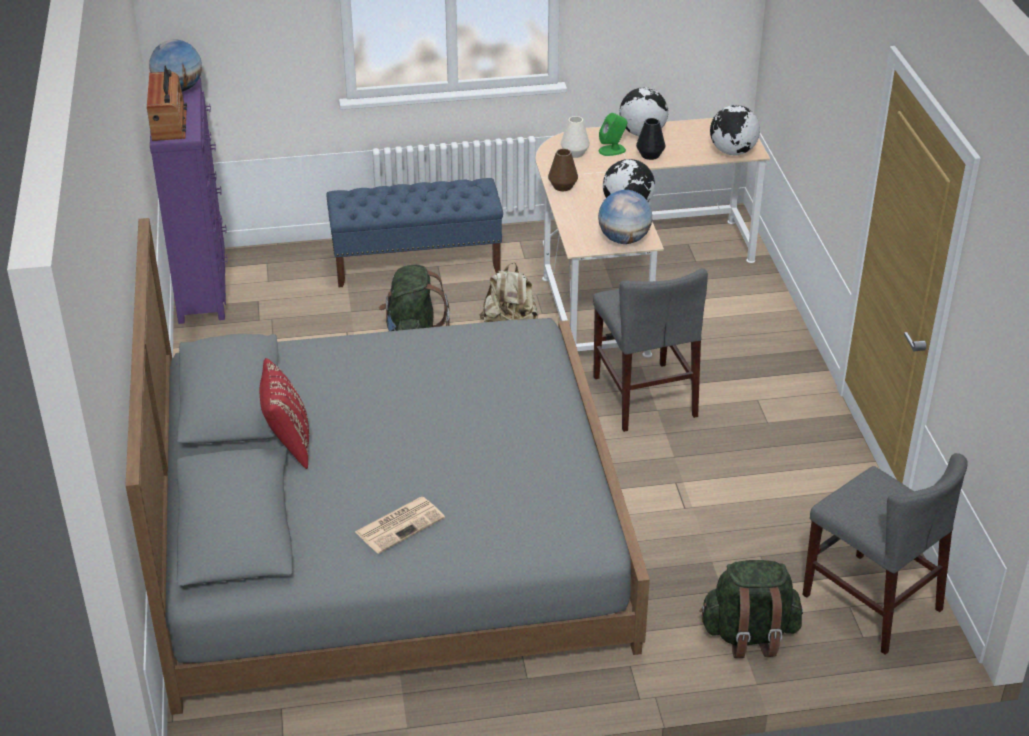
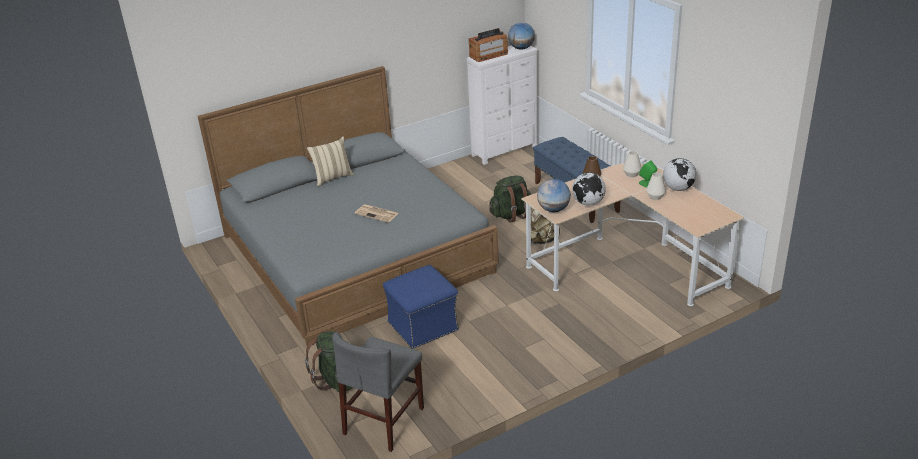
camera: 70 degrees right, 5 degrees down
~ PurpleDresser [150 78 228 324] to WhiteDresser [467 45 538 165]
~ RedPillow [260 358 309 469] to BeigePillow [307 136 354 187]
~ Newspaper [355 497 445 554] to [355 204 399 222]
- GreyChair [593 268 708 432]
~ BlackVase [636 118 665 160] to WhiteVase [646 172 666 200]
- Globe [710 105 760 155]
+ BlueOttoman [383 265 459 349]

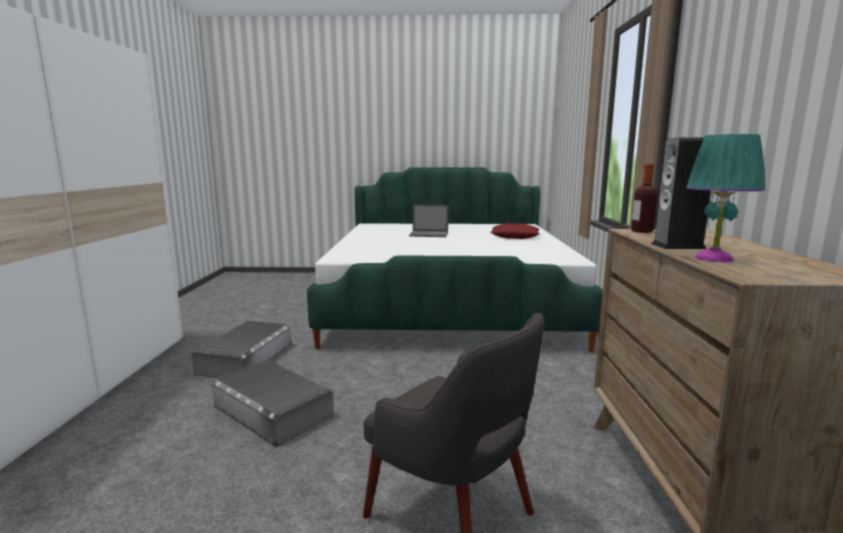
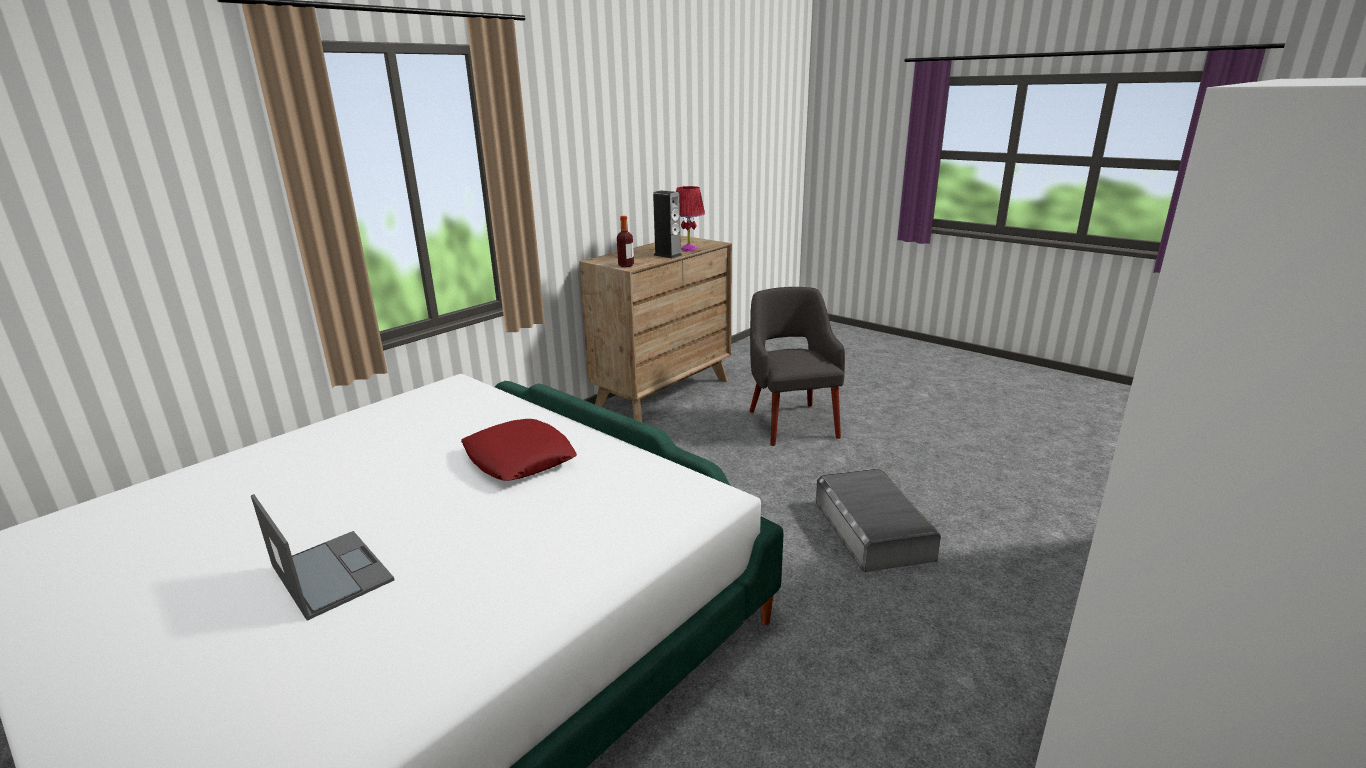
camera: 140 degrees left, 10 degrees up
- GreyStorageBox [192 321 291 378]
~ RedPillow [490 223 540 239] to [461 419 577 481]
~ TurquoiseTableLamp [686 134 765 262] to RedTableLamp [676 186 705 251]

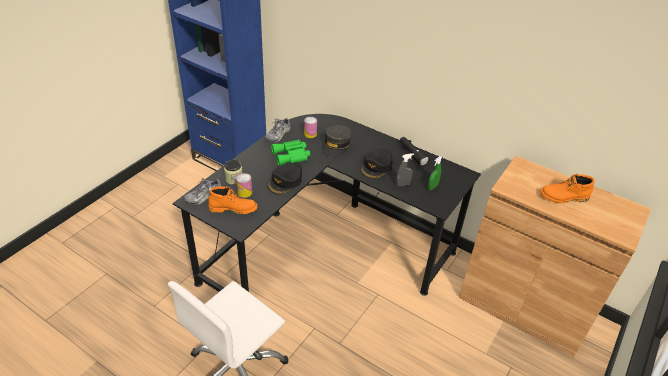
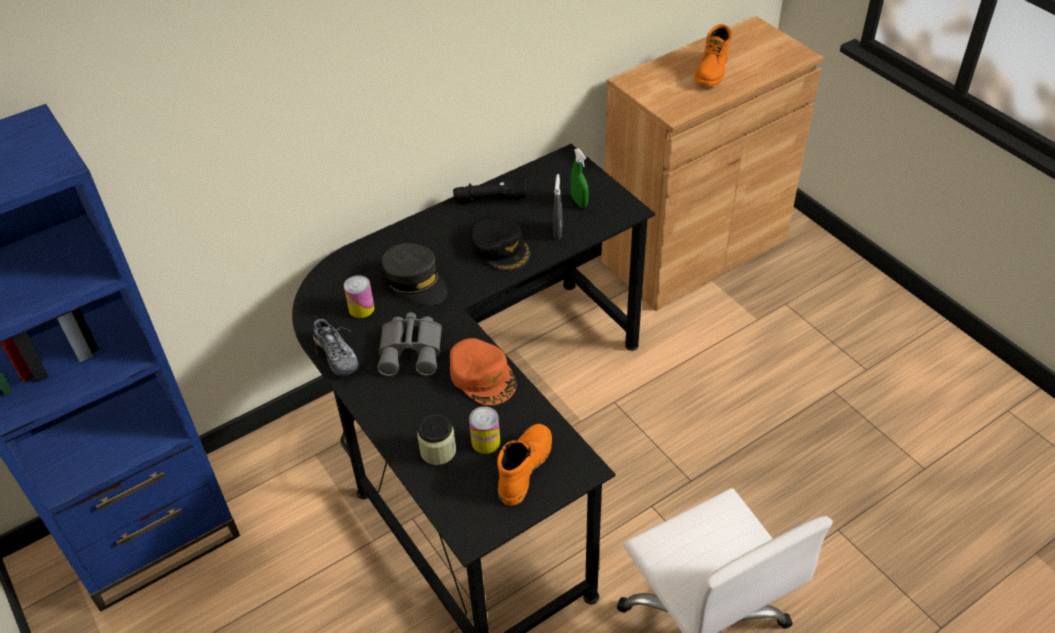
camera: 65 degrees left, 5 degrees up
- Shoe [183 178 221 205]
~ BlackCap [267 163 302 195] to OrangeCap [450 338 516 405]
~ GreenBinoculars [271 140 310 166] to GreyBinoculars [377 312 442 376]

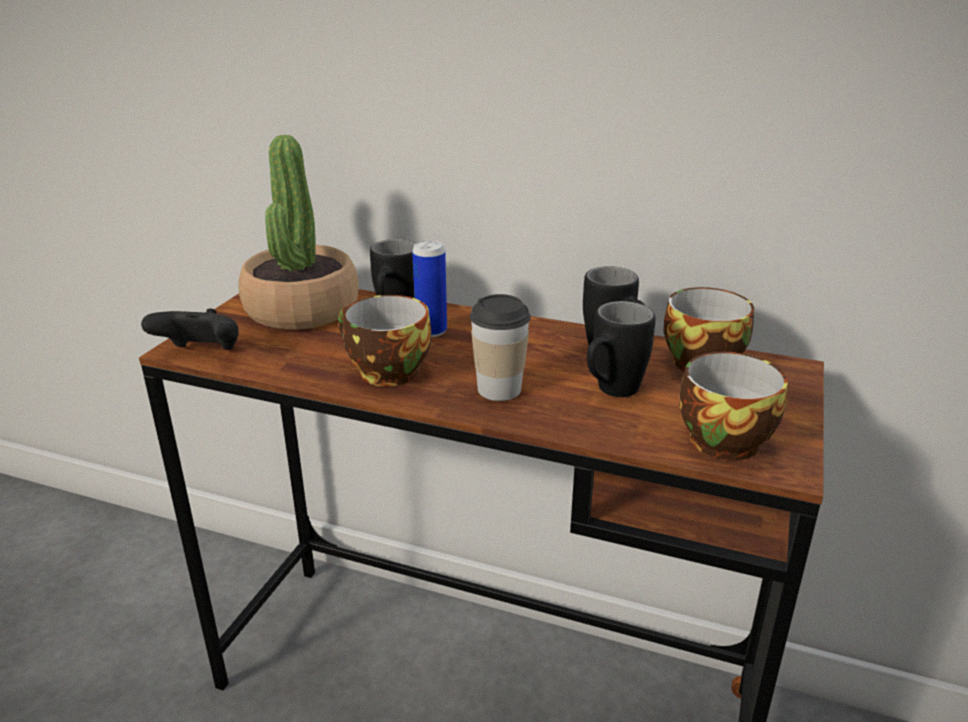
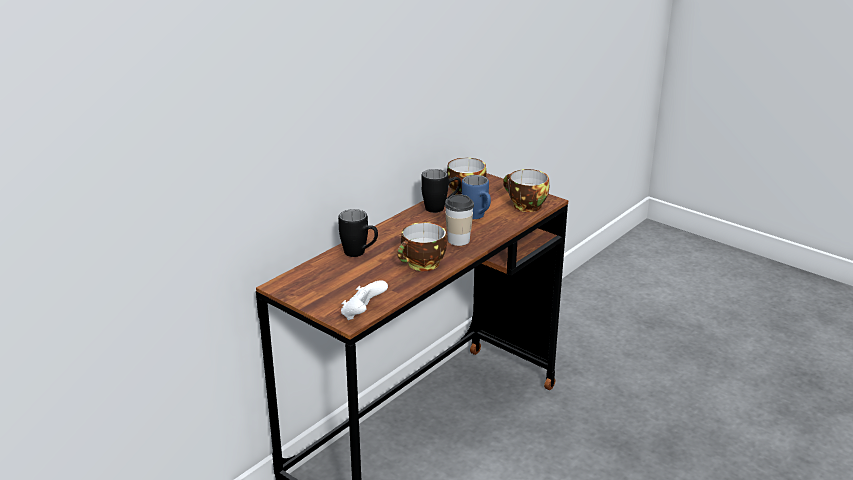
camera: 70 degrees left, 0 degrees up
~ BlackGameController [141 308 239 350] to WhiteGameController [341 280 388 320]
- PottedPlant [238 135 359 330]
- Can [412 240 447 337]
~ BlackMug [587 301 655 397] to BlueMug [462 175 491 219]

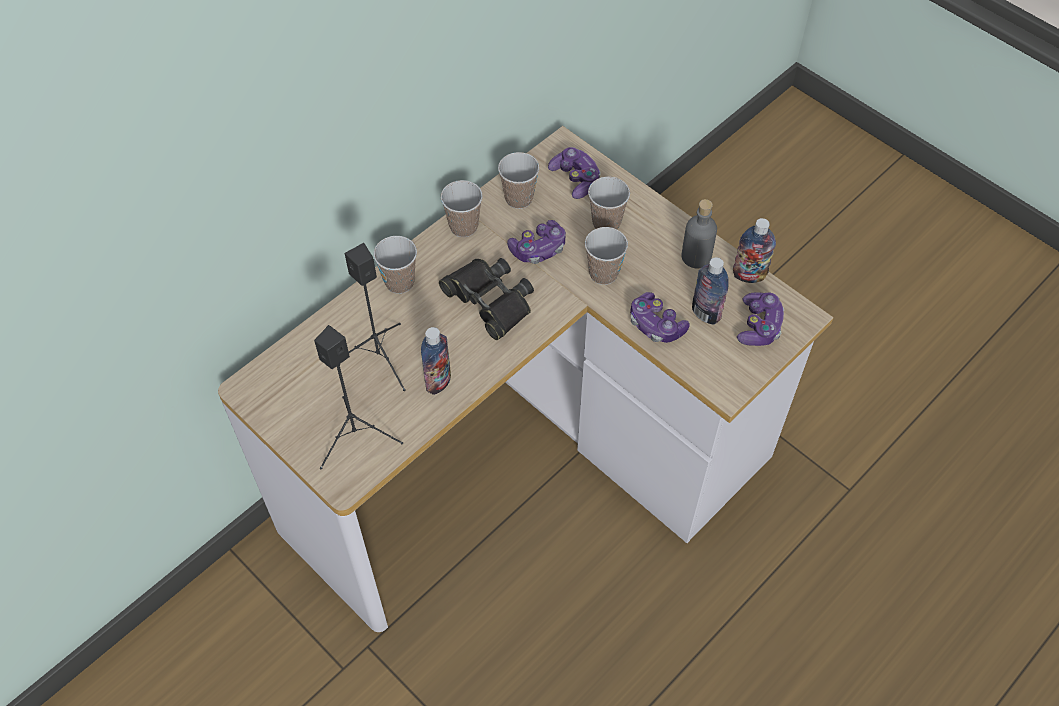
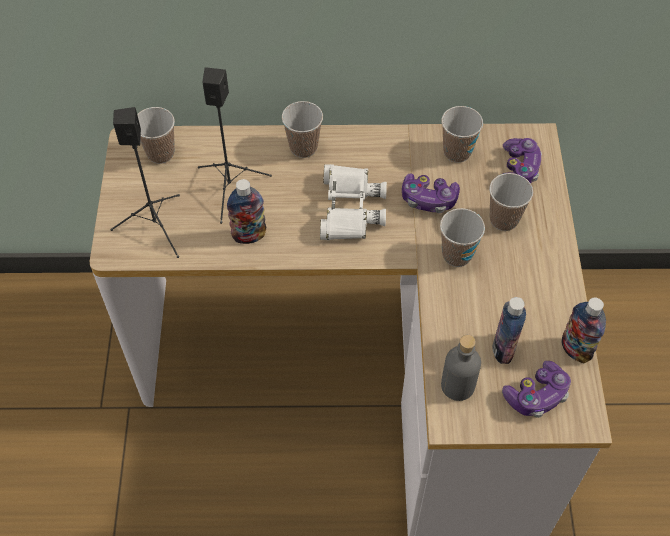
camera: 45 degrees right, 0 degrees up
~ BlackBinoculars [439 258 534 340] to WhiteBinoculars [320 164 387 240]
~ Cup [441 180 483 237] to [137 107 175 164]
- GameController [630 292 690 343]
~ GreyBottle [682 199 717 268] to [441 335 481 401]

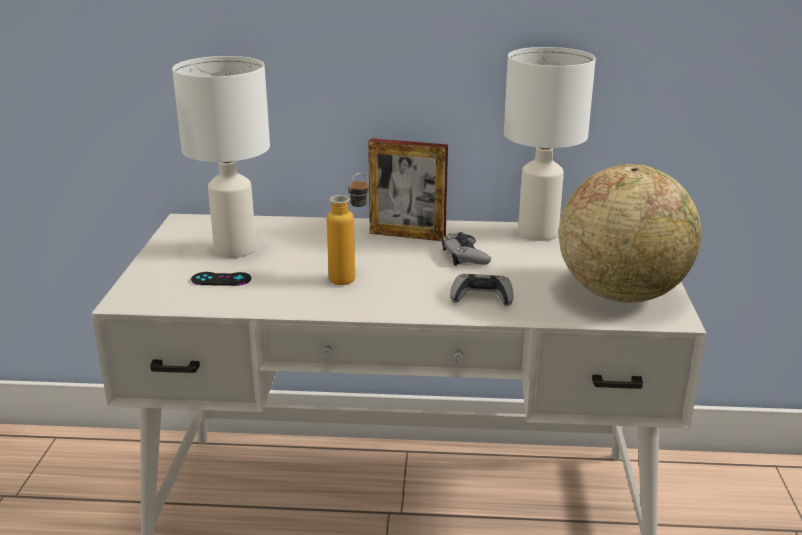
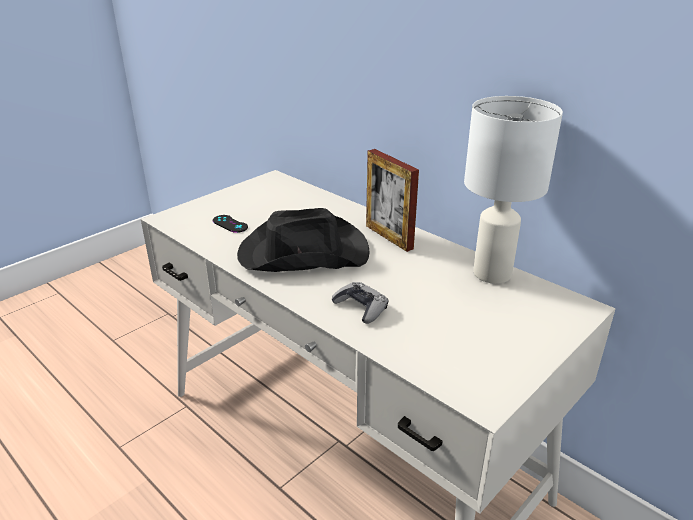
camera: 40 degrees right, 5 degrees up
- WhiteTableLamp [172 56 270 258]
~ Bottle [327 173 368 285] to BlackHat [237 208 370 272]
- GreyGameController [442 232 491 265]
- Globe [559 164 701 303]

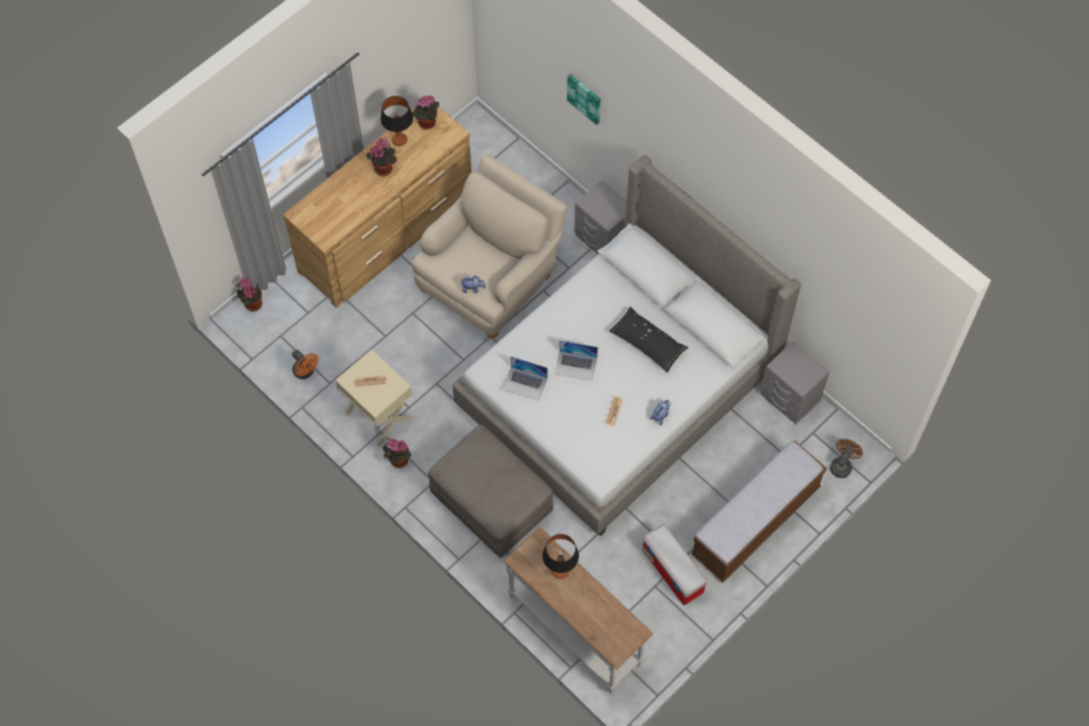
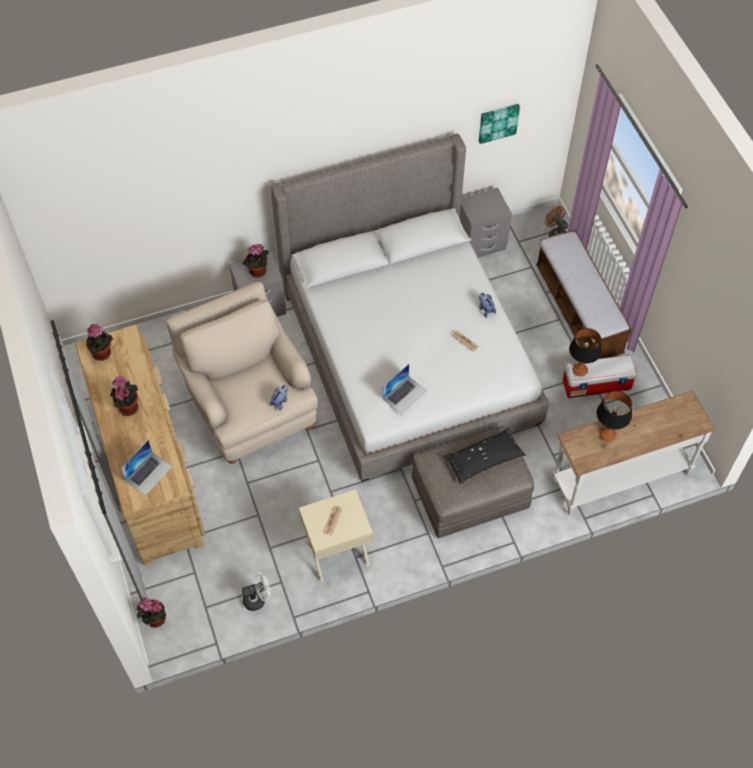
camera: 65 degrees left, 5 degrees down
~ OrangeFan [292 350 319 379] to WhiteFan [242 572 270 611]
~ TableLamp [380 96 413 146] to [569 328 602 376]
~ PottedPlant [382 438 411 468] to [243 244 269 278]
~ Laptop [555 340 598 381] to [120 440 173 496]
~ Picture [567 74 601 125] to [479 104 520 144]
~ BlackPillow [609 307 689 373] to [444 428 526 485]

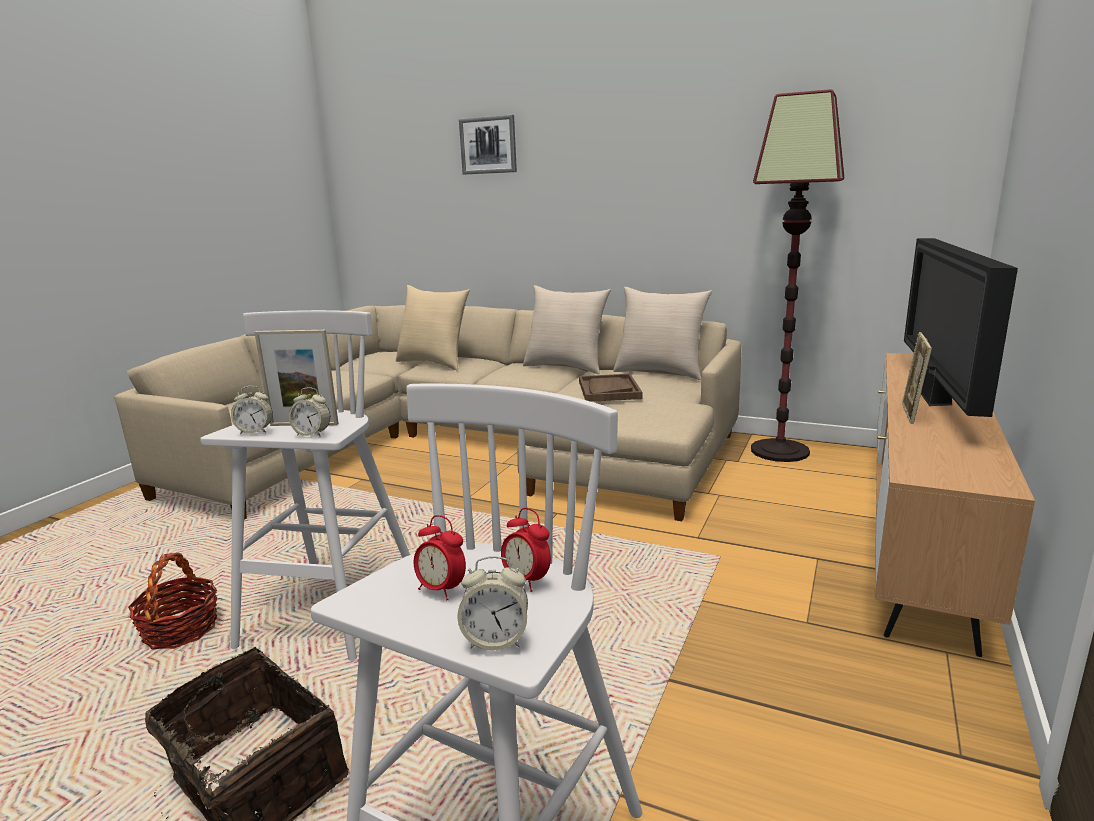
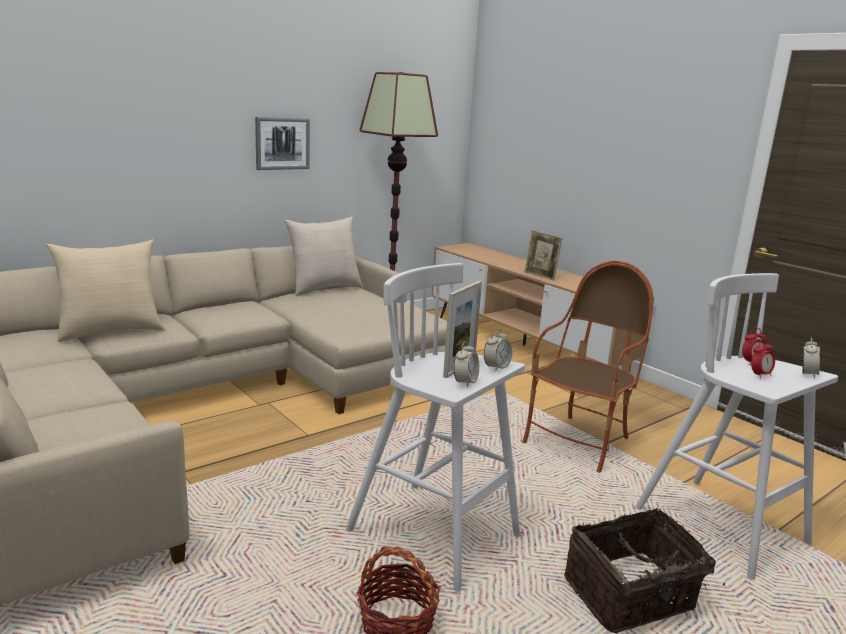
camera: 65 degrees left, 0 degrees up
~ Picture [459 115 517 175] to [255 117 310 170]
- BeigePillow [523 285 611 374]
- BrownTray [579 374 642 402]
- Television [904 238 1018 417]
+ Armchair [522 261 653 473]

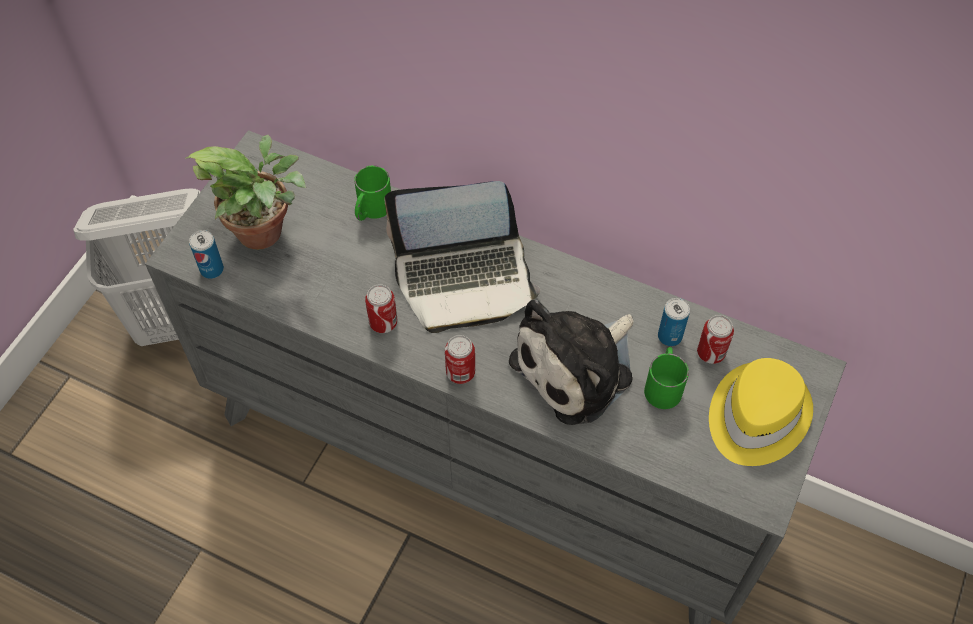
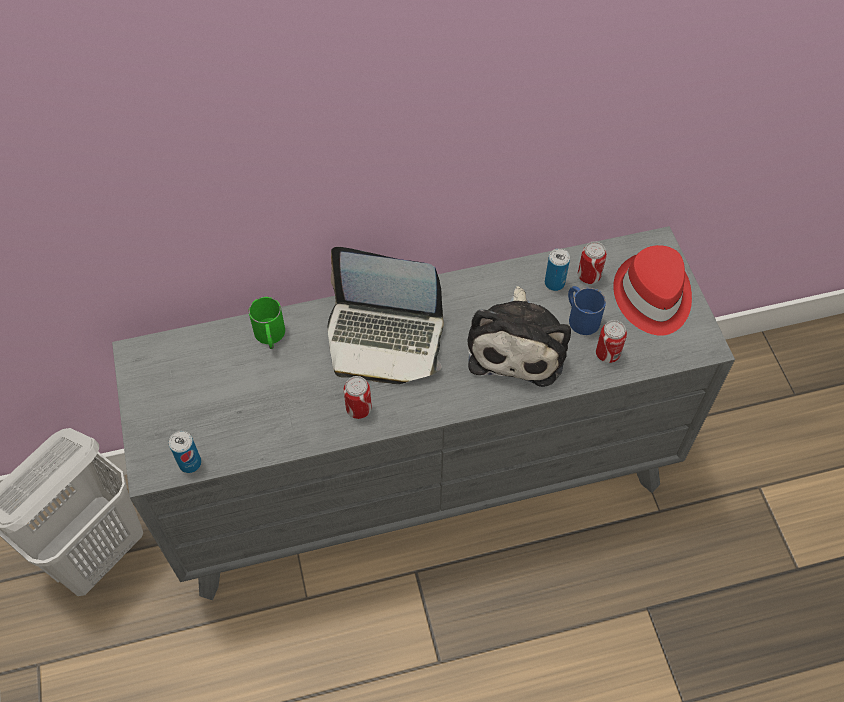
camera: 40 degrees left, 0 degrees up
- PottedPlant [186 135 306 250]
~ Laptop [385 181 540 333] = [328 247 444 384] 60 degrees clockwise
~ Can [445 335 475 384] to [596 320 627 363]
~ GreenMug [644 347 689 409] to BlueMug [568 286 606 335]
~ YellowHat [709 358 813 466] to RedHat [613 245 692 336]

